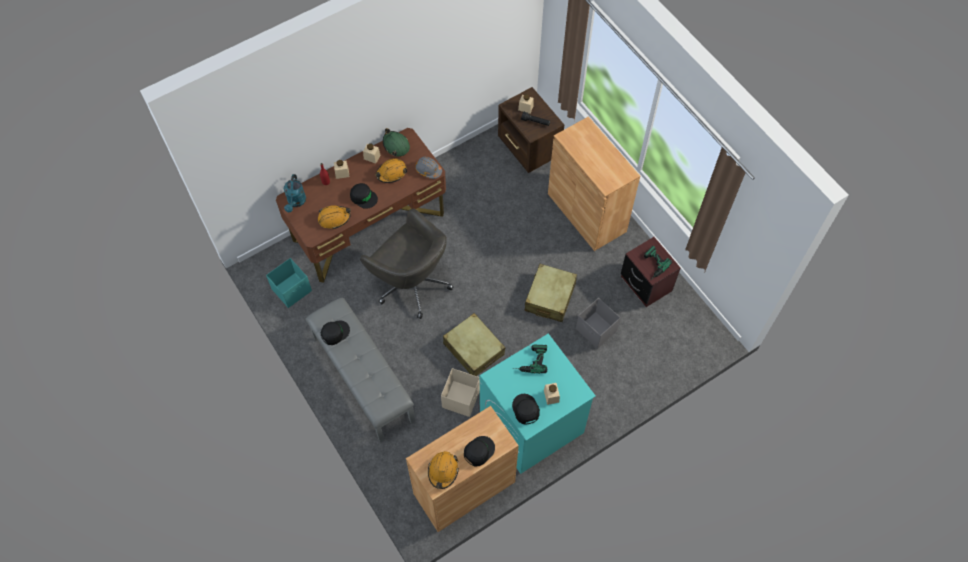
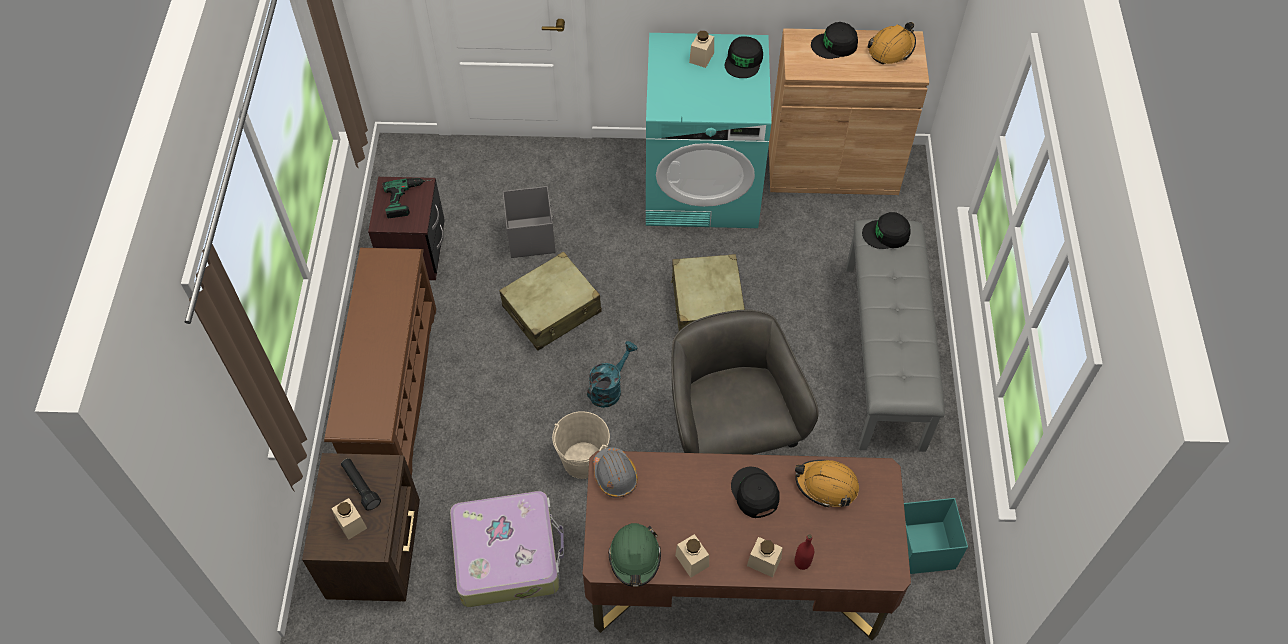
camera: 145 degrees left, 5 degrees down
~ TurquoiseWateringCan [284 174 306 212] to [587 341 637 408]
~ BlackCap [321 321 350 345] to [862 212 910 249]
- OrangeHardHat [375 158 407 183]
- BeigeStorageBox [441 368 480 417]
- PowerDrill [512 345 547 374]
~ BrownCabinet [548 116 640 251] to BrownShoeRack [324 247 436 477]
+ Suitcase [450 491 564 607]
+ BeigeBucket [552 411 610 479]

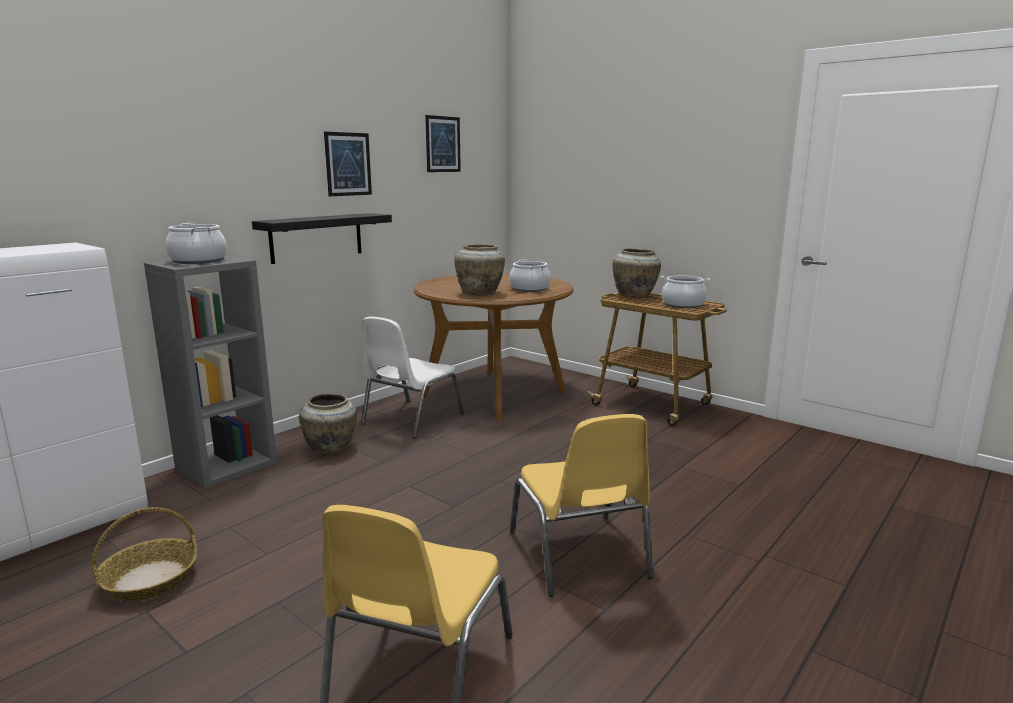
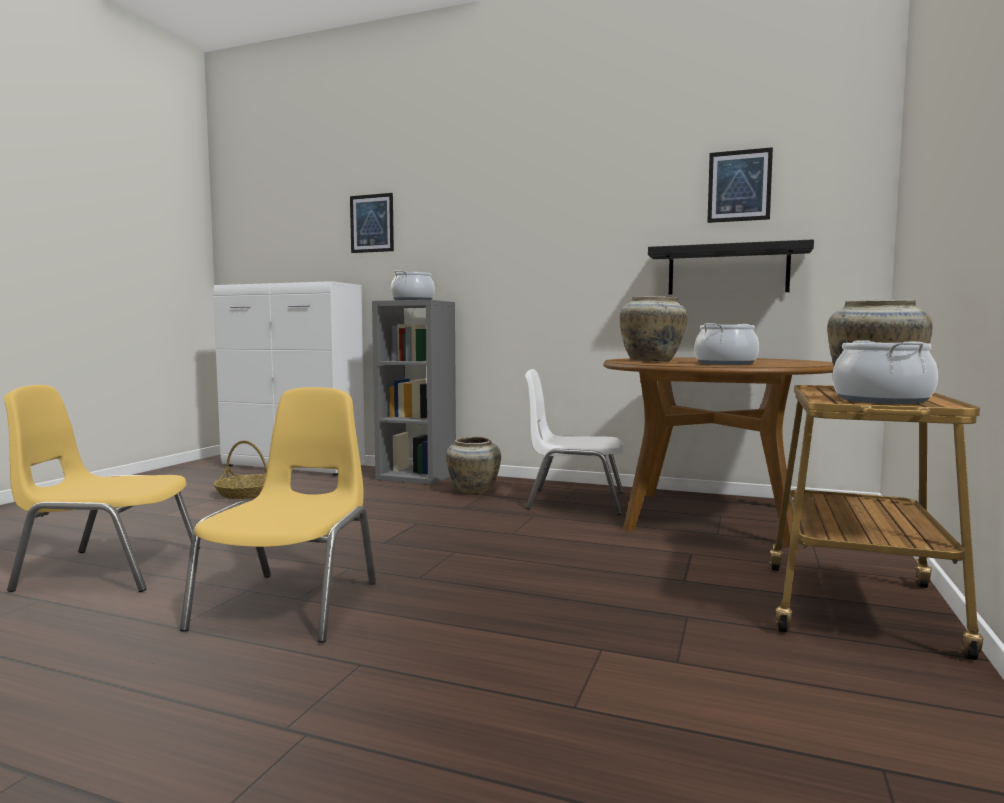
camera: 70 degrees right, 10 degrees down
~ BlackShelf [252 213 392 264] to [648 239 814 295]
~ Picture [324 132 372 196] to [350 193 394 253]
~ YellowChair [510 414 654 597] = [180 387 376 643] 135 degrees clockwise

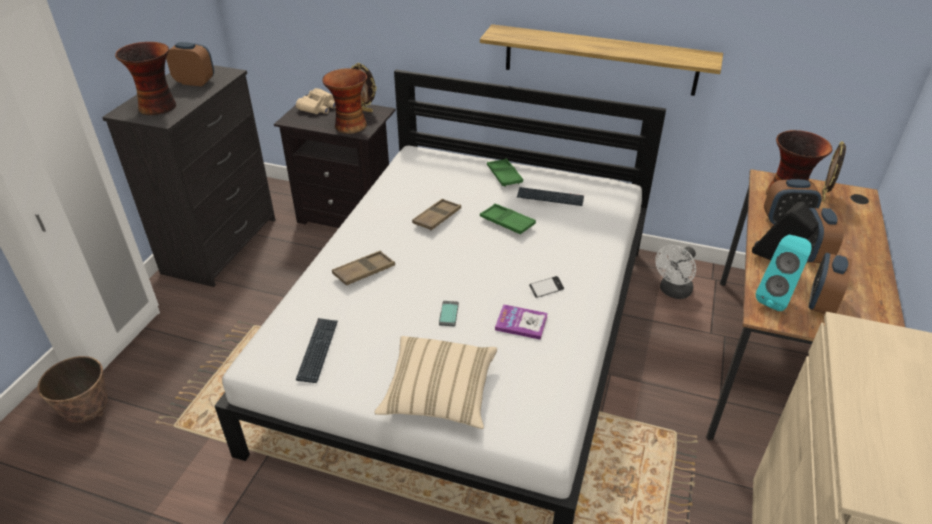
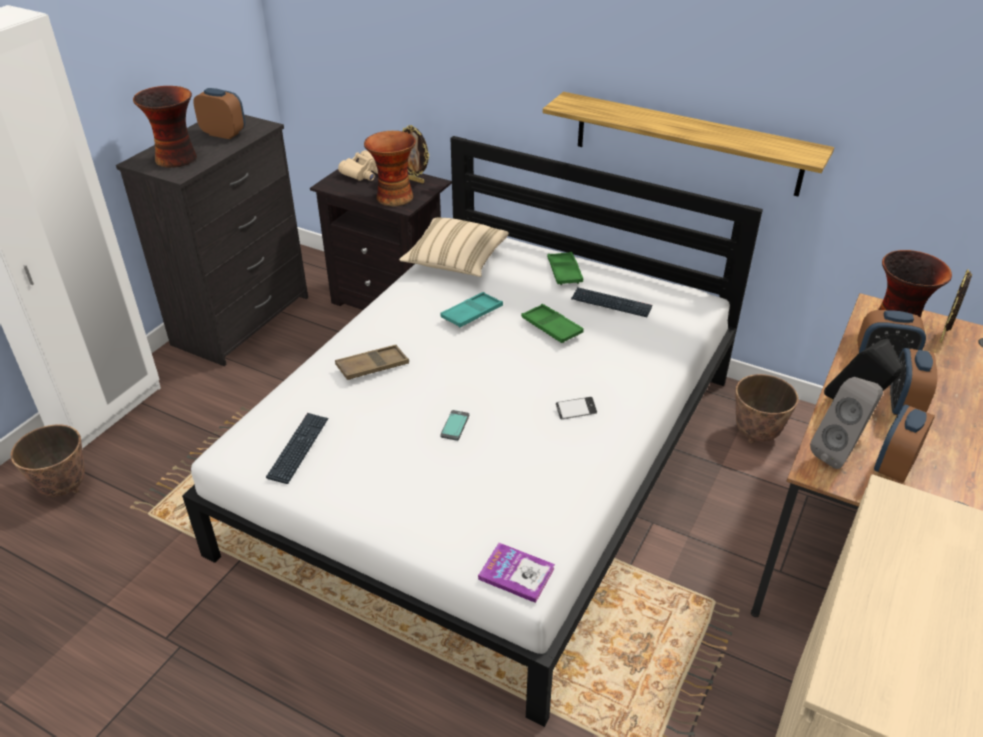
camera: 10 degrees right, 0 degrees up
~ BeigePillow [374 336 497 429] to [399 218 509 277]
~ BrownTray [412 199 461 230] to TurquoiseTray [441 292 503 328]
~ Book [495 304 548 340] to [478 543 555 603]
~ WhiteFan [655 245 696 299] to Planter [735 374 799 444]
~ TurquoiseSpeaker [756 235 812 311] to GreySpeaker [810 377 883 469]

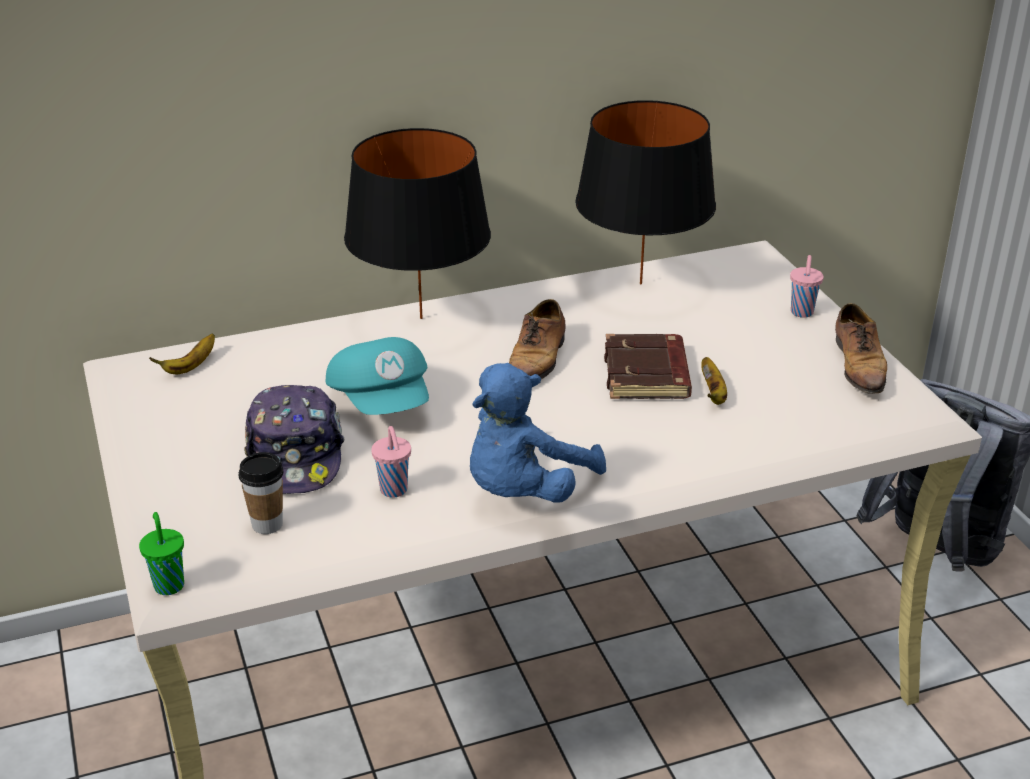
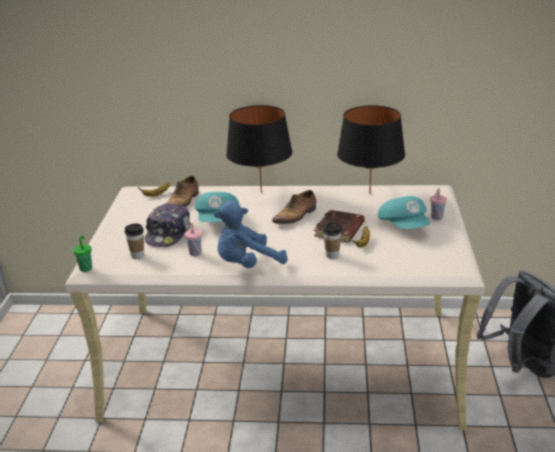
camera: 25 degrees right, 5 degrees down
~ Shoe [835 303 887 394] to [166 176 199 207]
+ Cup [323 223 342 259]
+ TurquoiseCap [378 196 430 229]

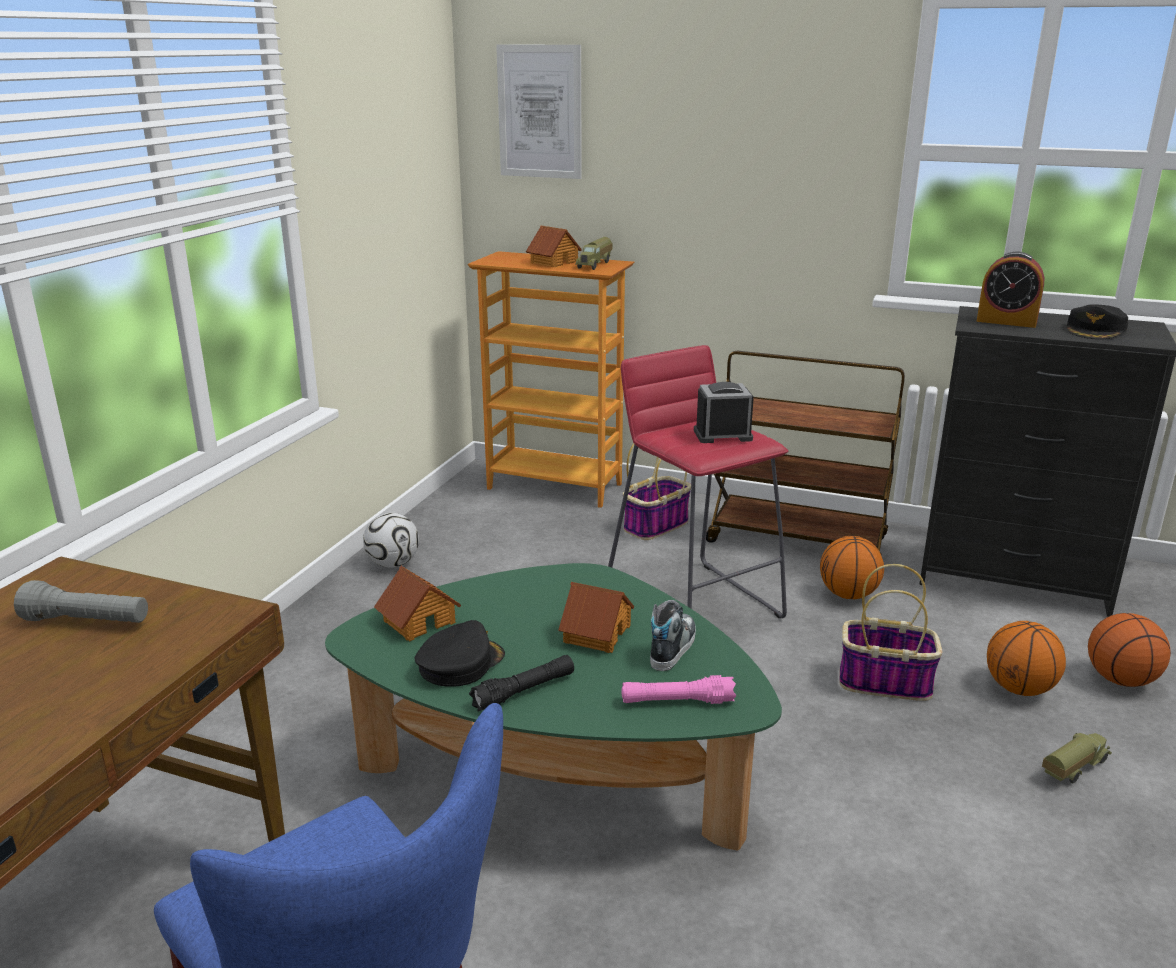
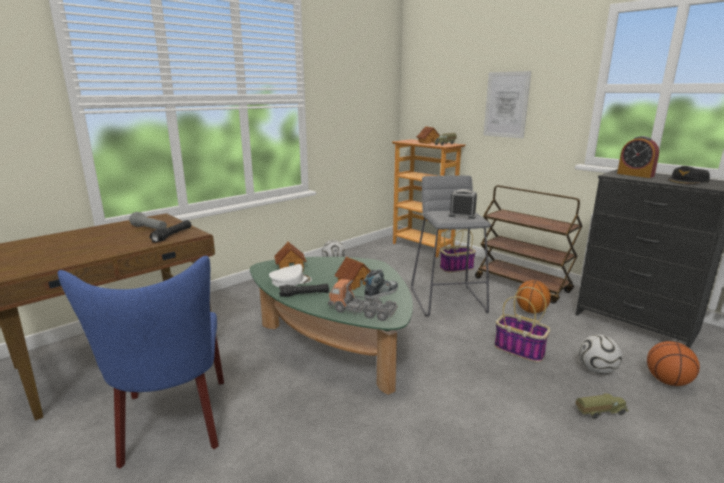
camera: 25 degrees right, 5 degrees down
~ BlackCap [414 620 505 687] to WhiteCap [269 264 312 287]
~ Picture [496 45 582 179] to [483 71 531 138]
~ RedStool [608 345 788 618] to GreyStool [411 175 492 317]
~ PinkFlashlight [622 675 736 704] to ToyTruck [328 279 398 321]
~ Basketball [987 621 1066 696] to Football [579 335 622 374]
+ BlackFlashlight [149 220 191 243]

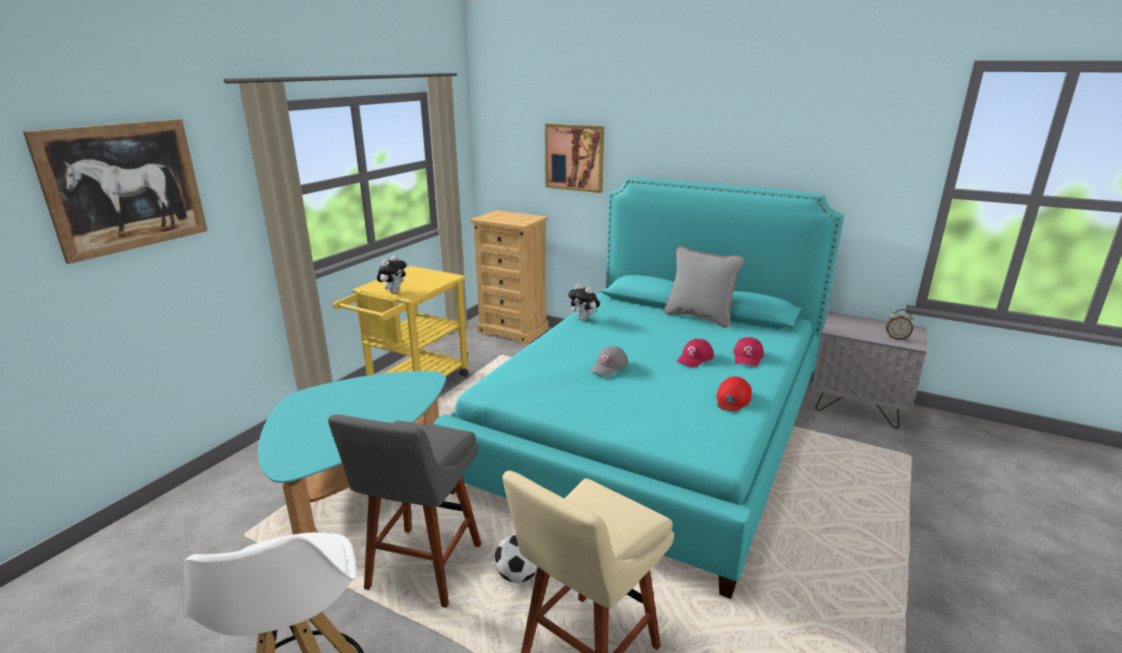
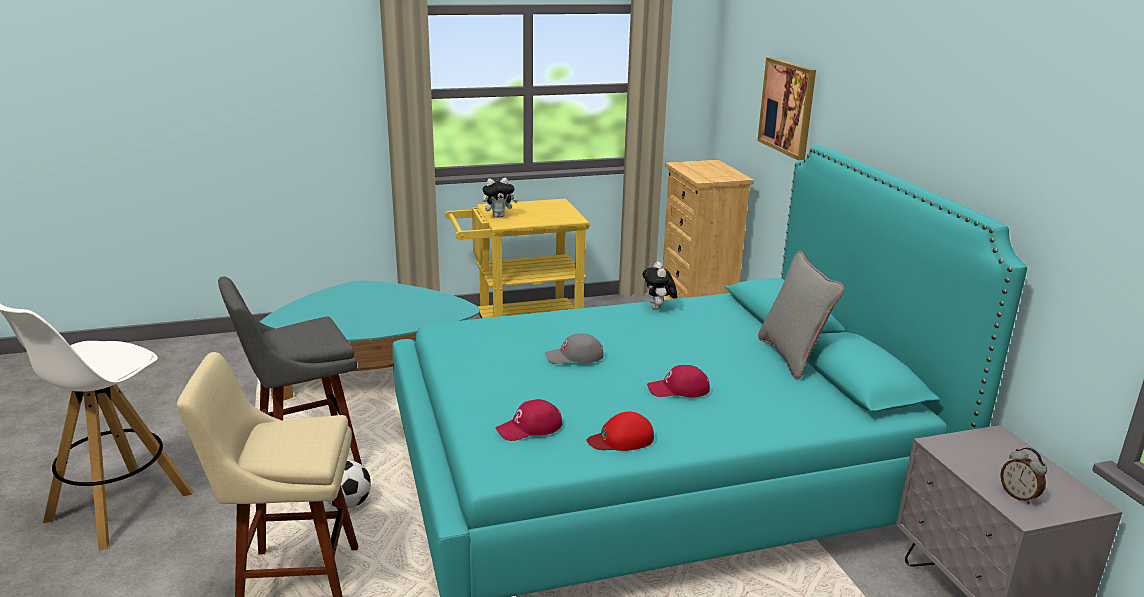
camera: 45 degrees right, 0 degrees up
- Picture [23 119 208 264]
~ RedCap [733 337 764 367] to [496 399 562 441]

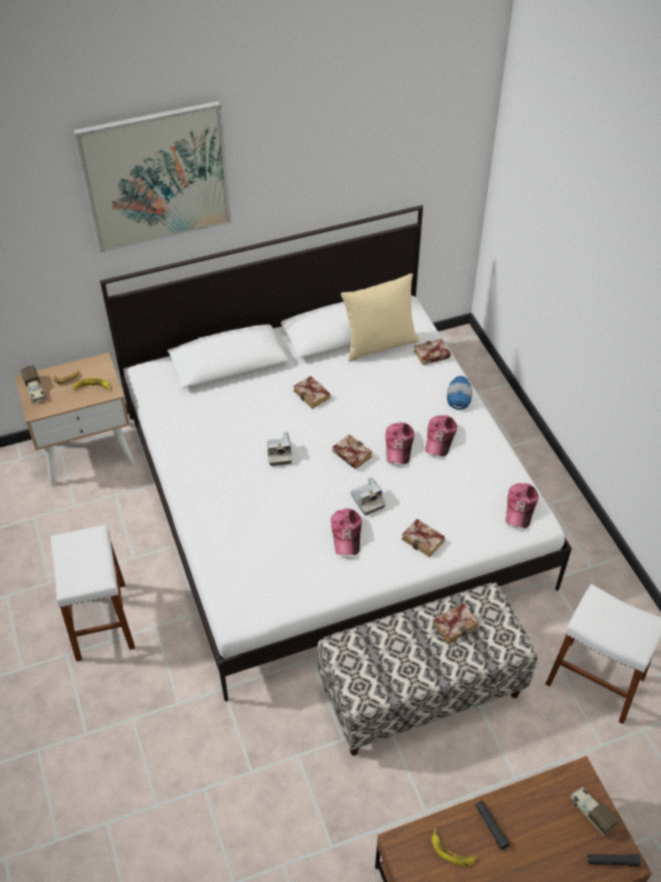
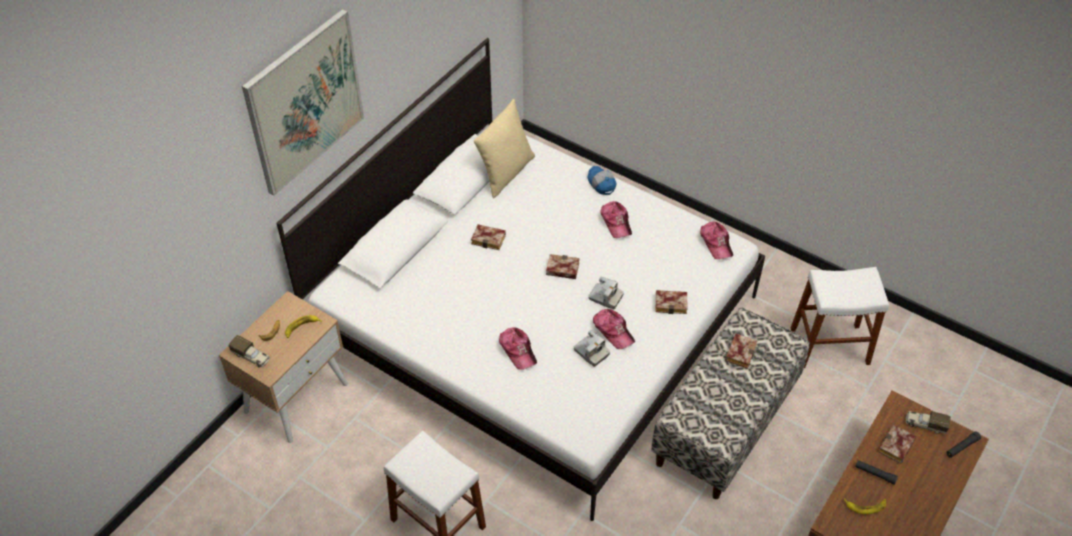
camera: 35 degrees left, 0 degrees up
~ PhotoCamera [267 432 292 466] to [574 330 610 367]
~ Cap [386 422 414 464] to [499 327 537 370]
~ Book [414 339 451 365] to [878 424 916 464]

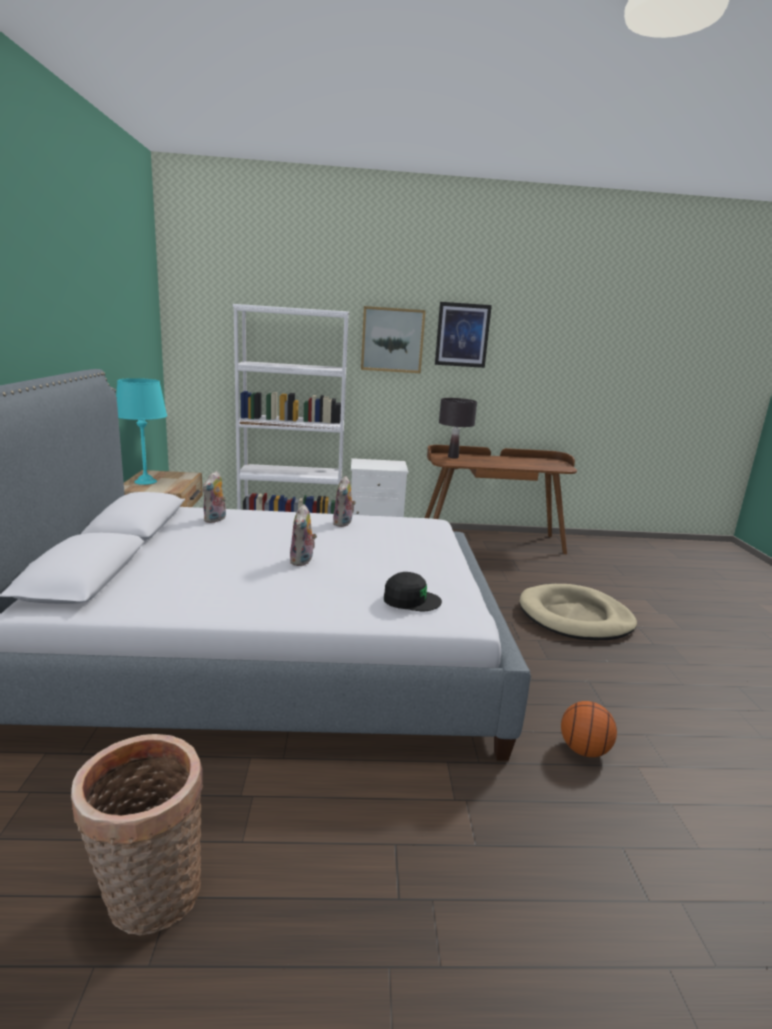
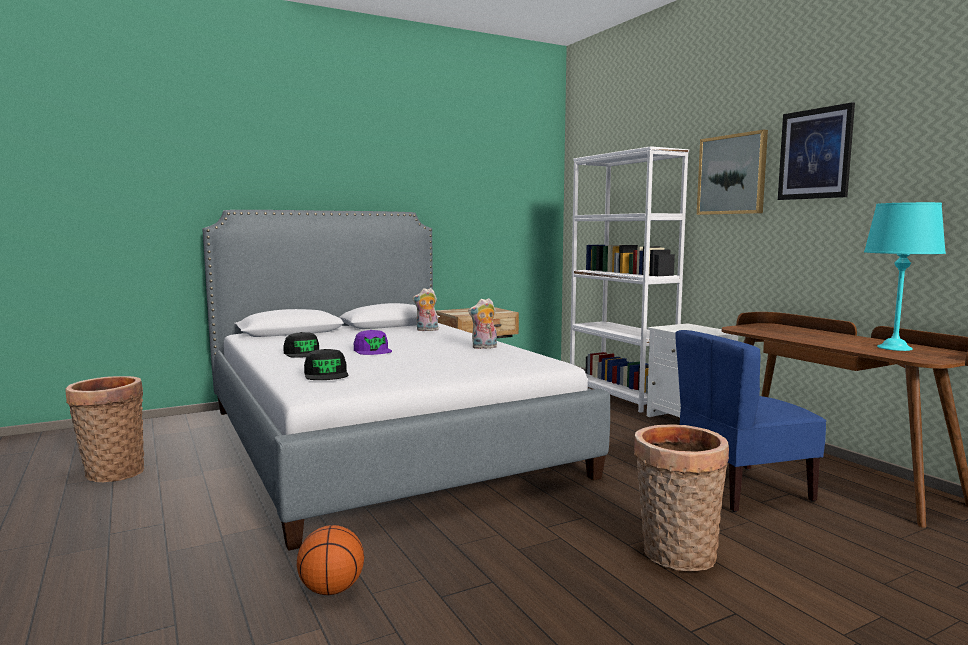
camera: 65 degrees right, 10 degrees down
~ TurquoiseTableLamp [116 378 167 485] to [864 202 946 351]
~ PlushToy [290 504 317 566] to PurpleCap [354 330 392 355]
- BlackTableLamp [439 398 477 459]
~ BeigeDogBed [520 584 637 640] to Basket [634 424 729 571]
+ BlackCap [283 332 319 358]
+ BlueChair [675 330 827 512]

